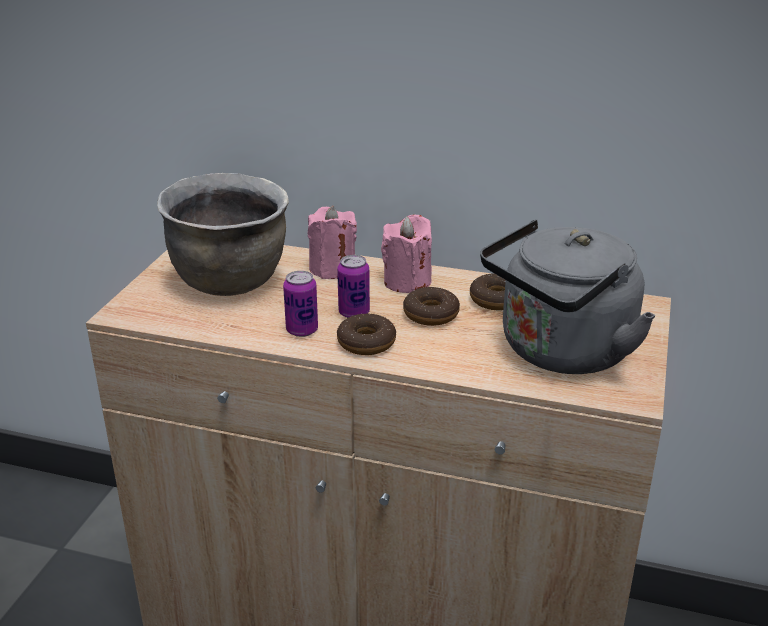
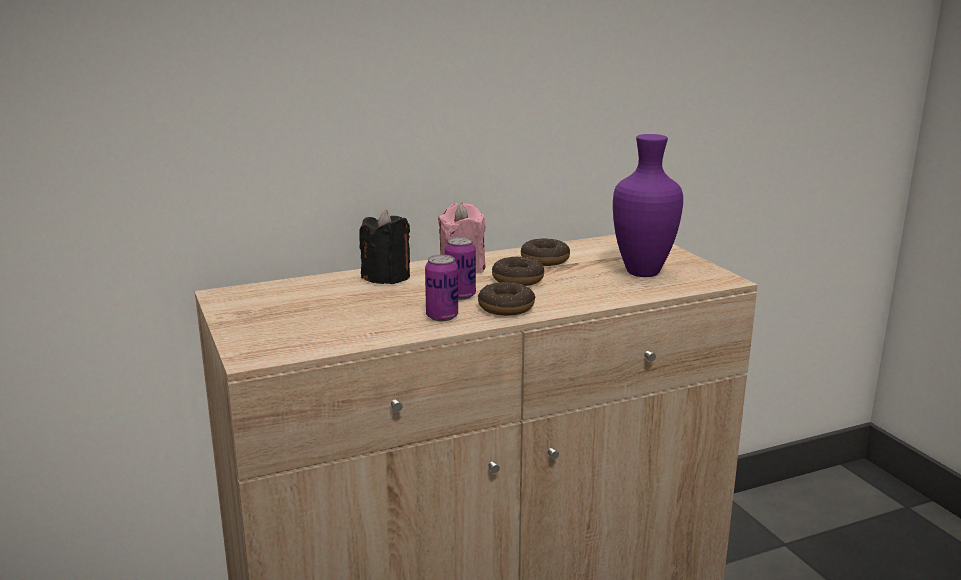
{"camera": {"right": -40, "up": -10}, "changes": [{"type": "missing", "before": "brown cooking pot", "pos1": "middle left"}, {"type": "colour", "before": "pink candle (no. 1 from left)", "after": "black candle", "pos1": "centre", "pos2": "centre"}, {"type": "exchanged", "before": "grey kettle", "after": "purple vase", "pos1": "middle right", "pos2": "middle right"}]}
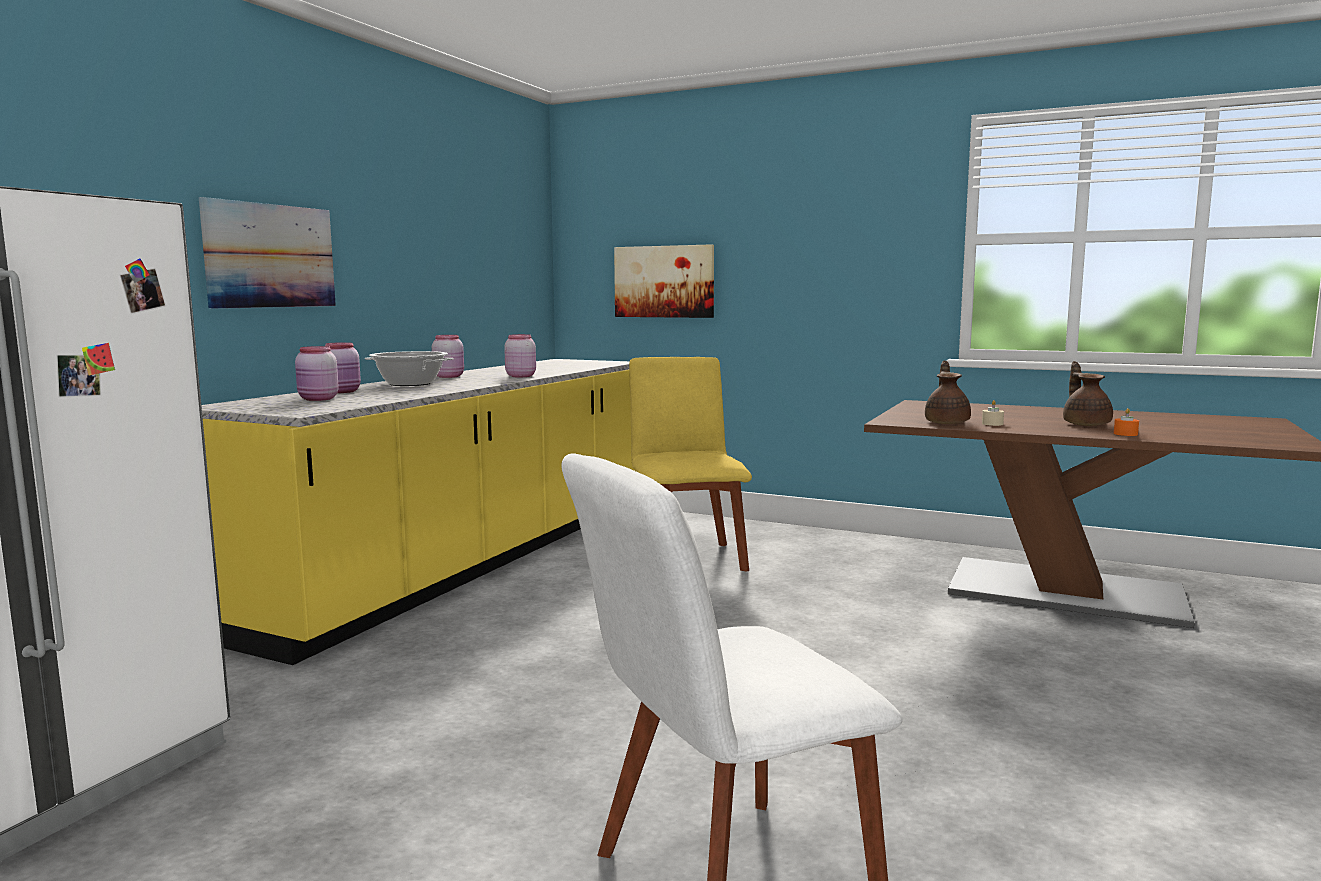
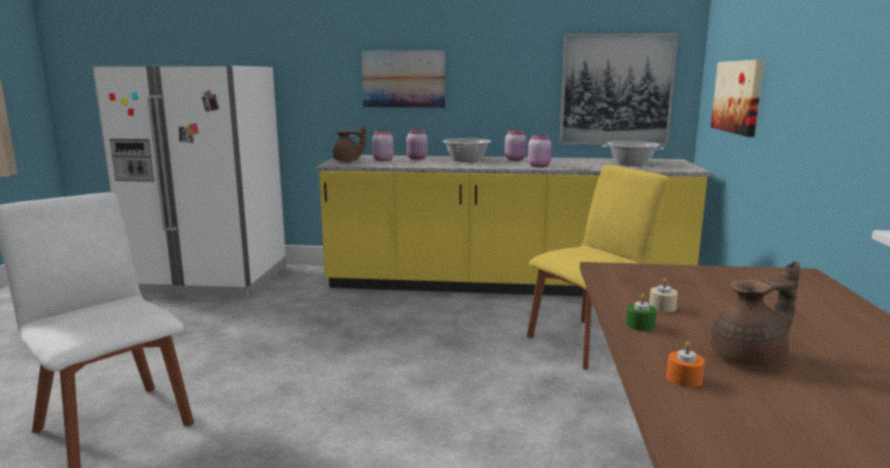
{"camera": {"right": 70, "up": 5}, "changes": [{"type": "relocated", "before": "brown teapot (no. 1 from left)", "pos1": "middle right", "pos2": "top centre"}, {"type": "appeared", "after": "picture (no. 2 from left)", "pos2": "top right"}, {"type": "appeared", "after": "cooking pot (no. 2 from left)", "pos2": "top right"}, {"type": "appeared", "after": "green candle", "pos2": "bottom right"}]}
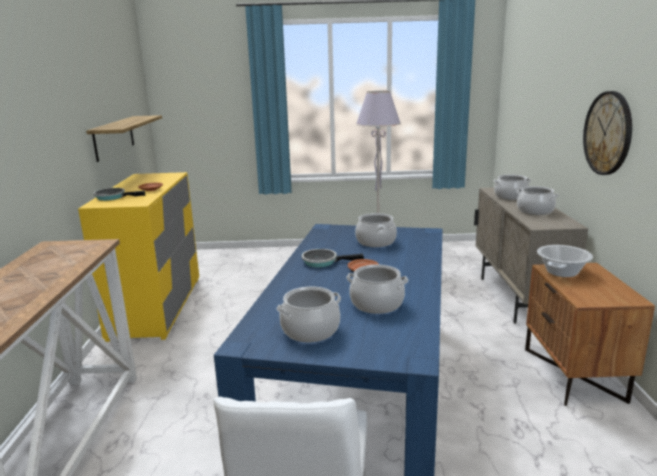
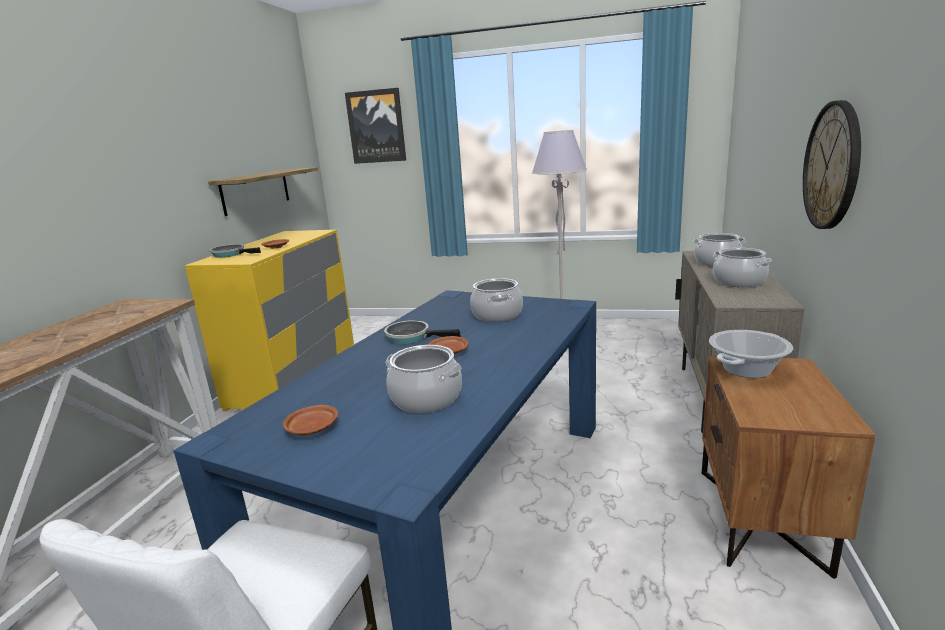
{"camera": {"right": 15, "up": 0}, "changes": [{"type": "exchanged", "before": "cooking pot (no. 1 from left)", "after": "brown plate (no. 2 from left)", "pos1": "centre", "pos2": "bottom left"}, {"type": "appeared", "after": "picture", "pos2": "top centre"}]}
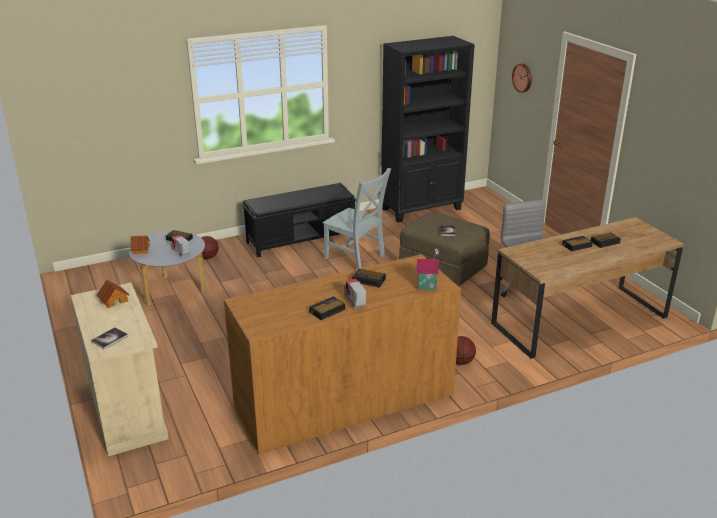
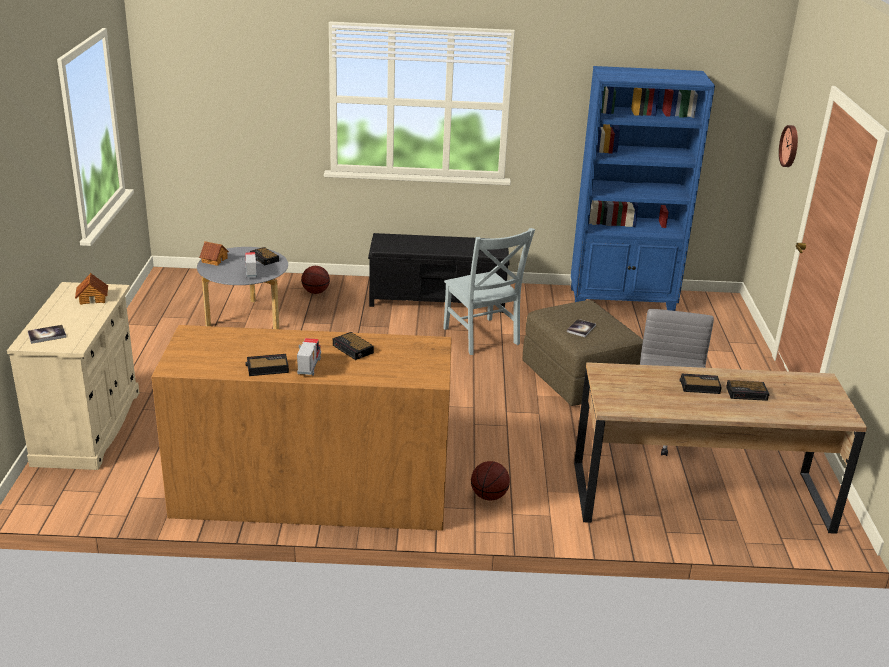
{"camera": {"right": 25, "up": 0}, "changes": [{"type": "colour", "before": "black bookcase", "after": "blue bookcase", "pos1": "top centre", "pos2": "top right"}, {"type": "missing", "before": "toy house (no. 3 from left)", "pos1": "centre"}]}
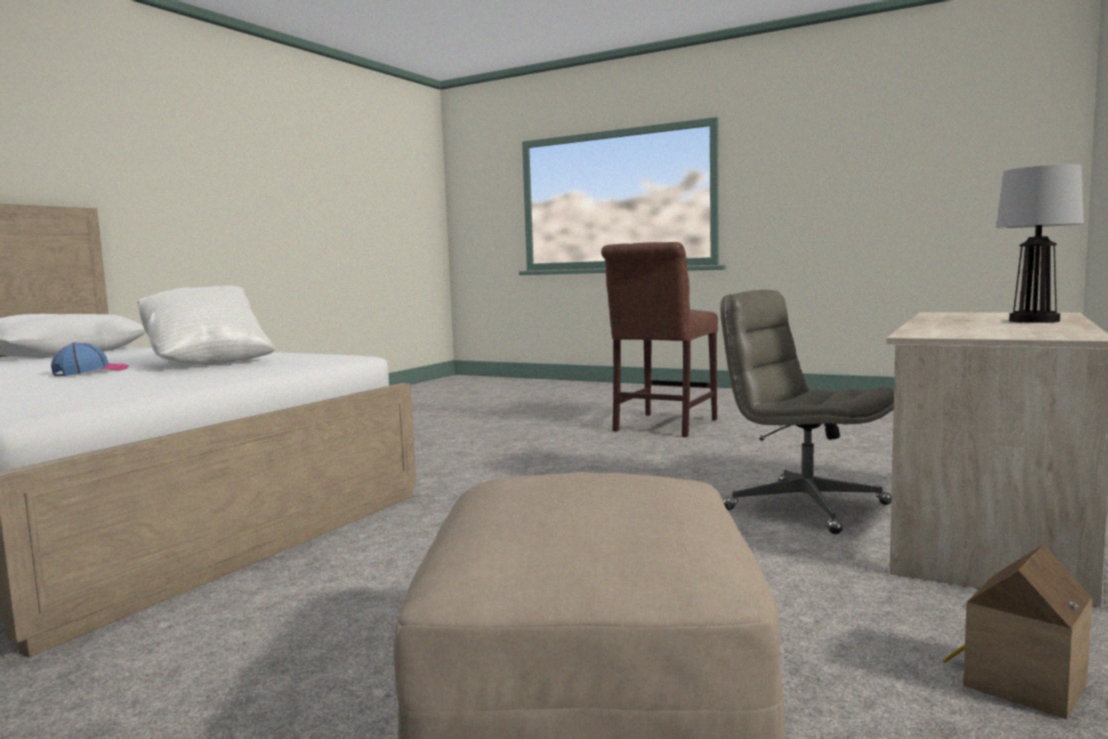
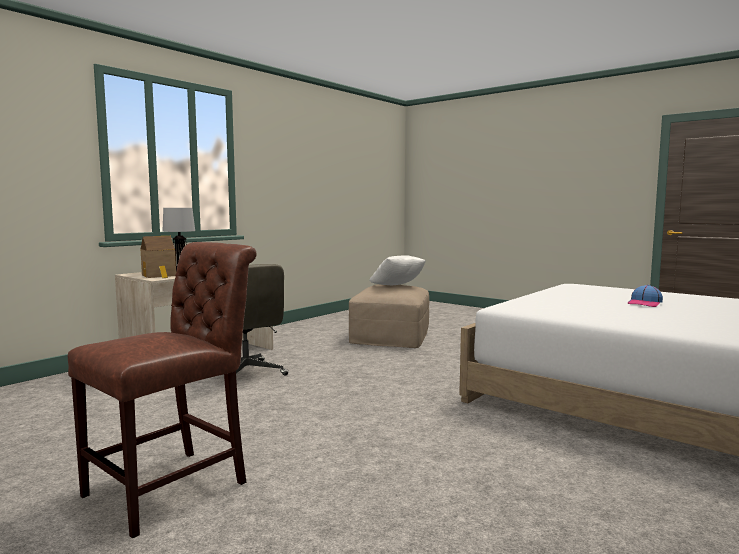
{"camera": {"right": -170, "up": 0}, "changes": [{"type": "relocated", "before": "white pillow", "pos1": "middle left", "pos2": "centre"}, {"type": "relocated", "before": "toy house", "pos1": "bottom right", "pos2": "middle left"}]}
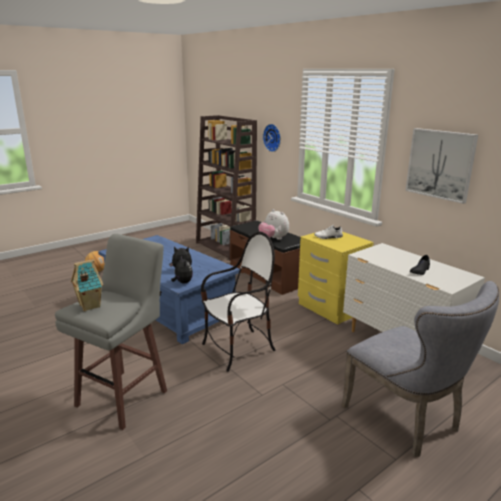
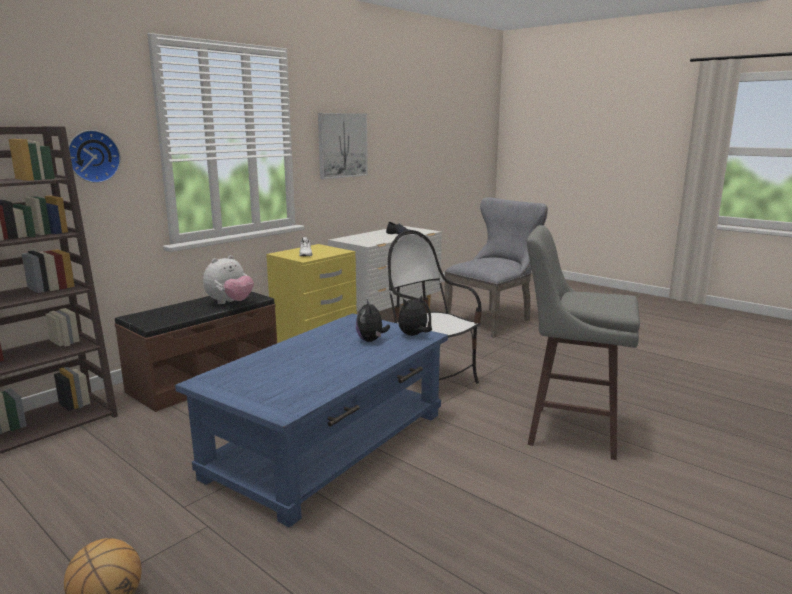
{"camera": {"right": -100, "up": -5}, "changes": [{"type": "missing", "before": "toy house", "pos1": "middle left"}]}
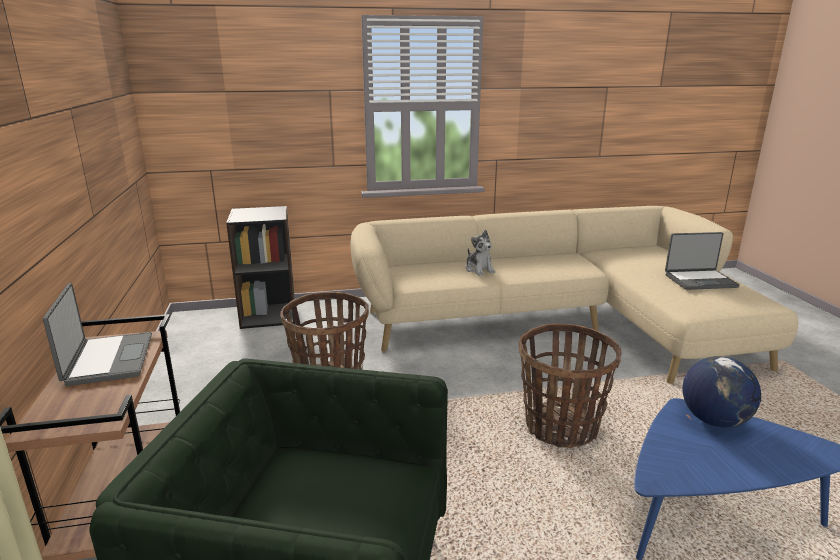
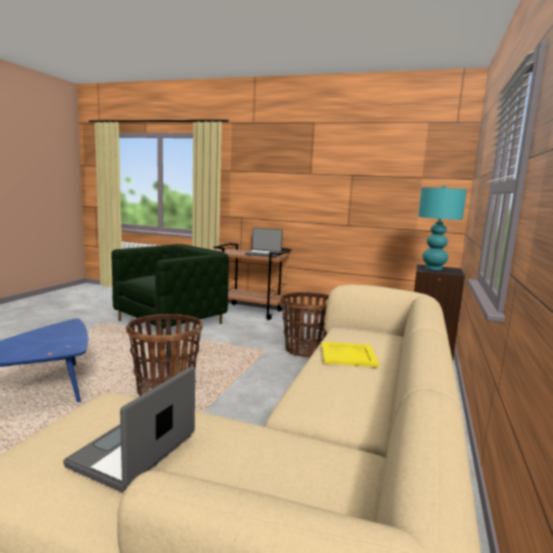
{"camera": {"right": 120, "up": -10}, "changes": [{"type": "exchanged", "before": "plush toy", "after": "yellow tray", "pos1": "centre", "pos2": "centre"}, {"type": "missing", "before": "globe", "pos1": "bottom right"}, {"type": "appeared", "after": "turquoise table lamp", "pos2": "middle right"}]}
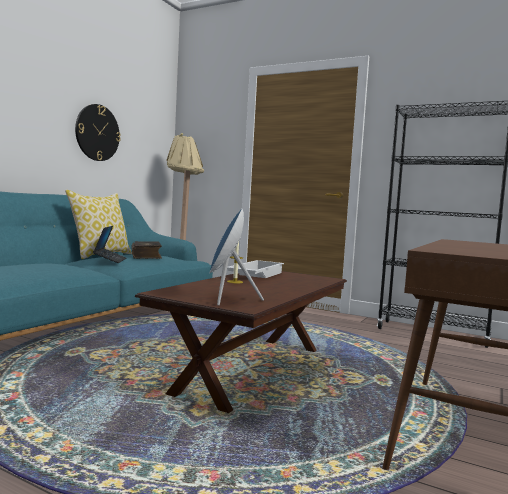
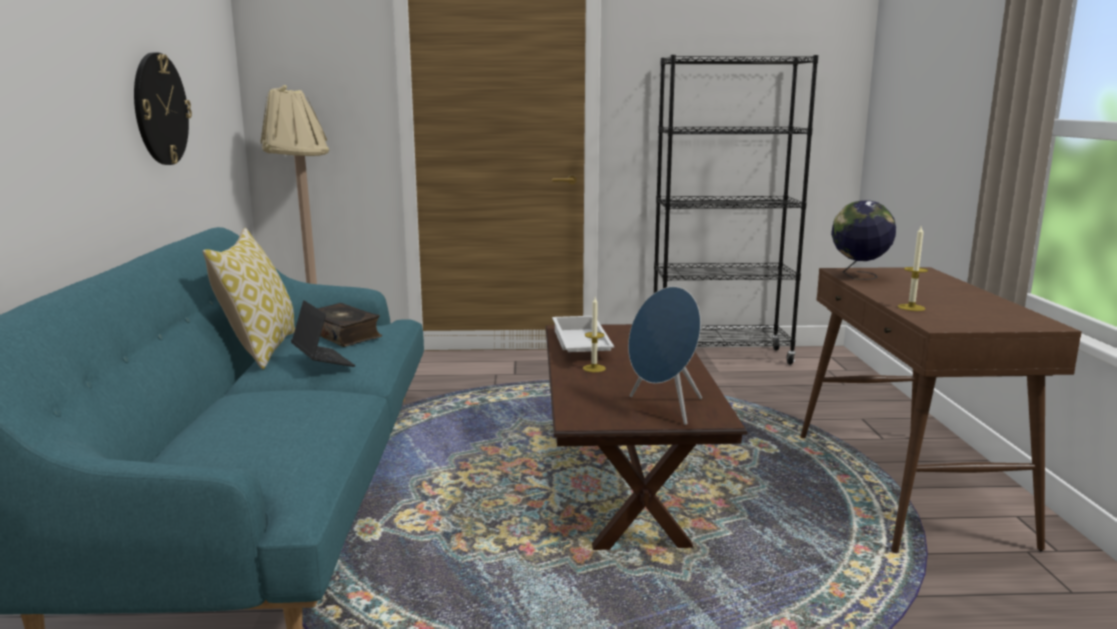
{"camera": {"right": -30, "up": 10}, "changes": [{"type": "appeared", "after": "globe", "pos2": "middle right"}, {"type": "appeared", "after": "candle (no. 2 from left)", "pos2": "middle right"}]}
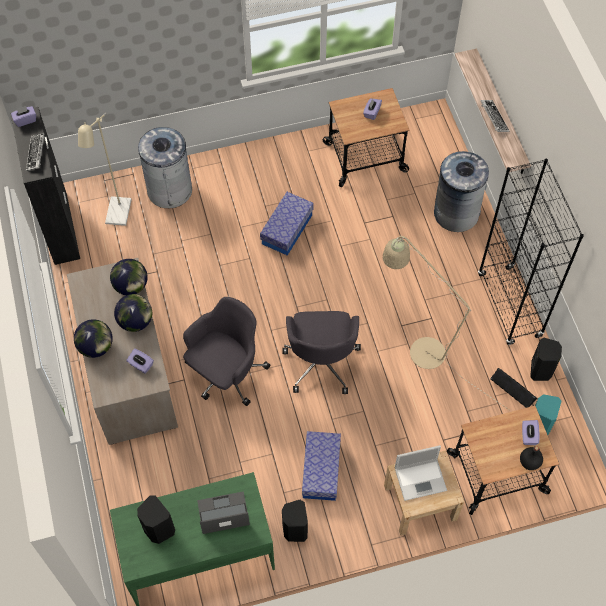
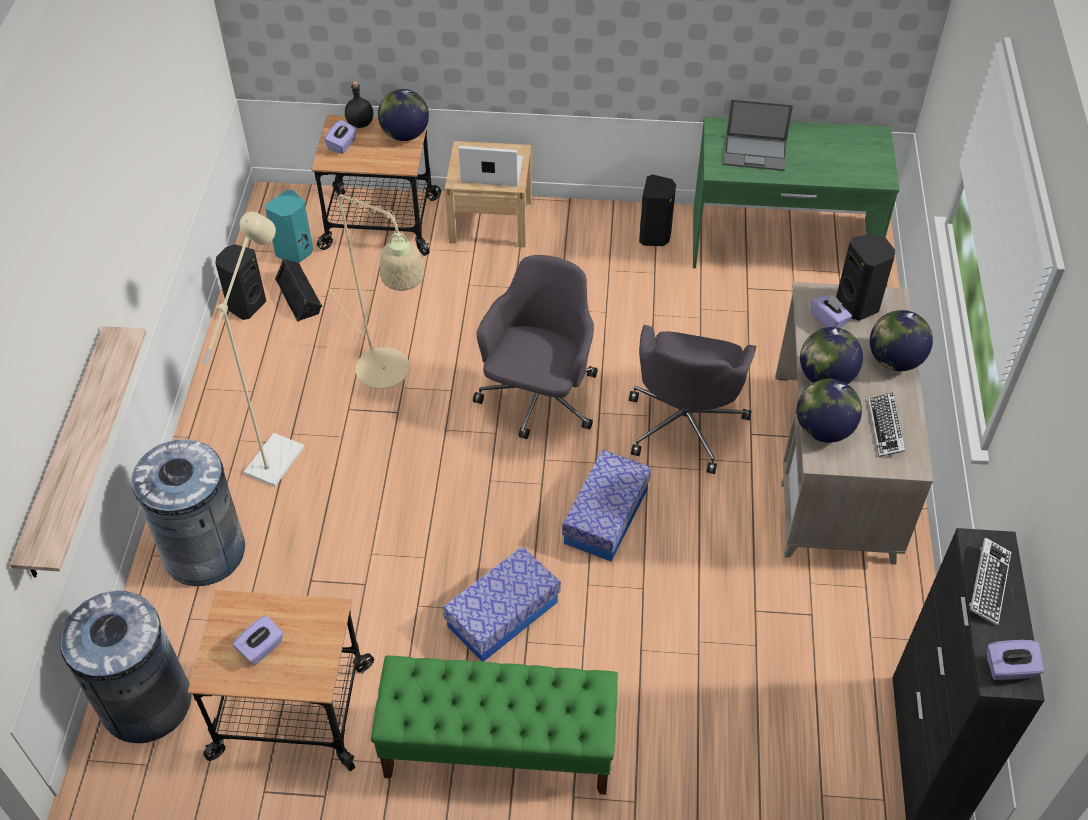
{"camera": {"right": -160, "up": -10}, "changes": [{"type": "relocated", "before": "beige floor lamp (no. 1 from left)", "pos1": "top left", "pos2": "middle left"}, {"type": "relocated", "before": "black speaker (no. 1 from left in the first image)", "after": "black speaker (no. 4 from left)", "pos1": "bottom left", "pos2": "middle right"}, {"type": "relocated", "before": "grey trash can (no. 1 from left)", "pos1": "top left", "pos2": "bottom left"}, {"type": "spun", "before": "grey office chair (no. 1 from left in the first image)", "pos1": "centre", "pos2": "centre", "turn": -45}, {"type": "relocated", "before": "storage box (no. 2 from left)", "pos1": "bottom centre", "pos2": "centre"}, {"type": "missing", "before": "black bookcase", "pos1": "middle right"}, {"type": "relocated", "before": "keyboard (no. 2 from left in the first image)", "after": "keyboard (no. 1 from left)", "pos1": "top right", "pos2": "middle right"}, {"type": "appeared", "after": "green bench", "pos2": "bottom centre"}, {"type": "appeared", "after": "globe (no. 1 from left)", "pos2": "top centre"}]}
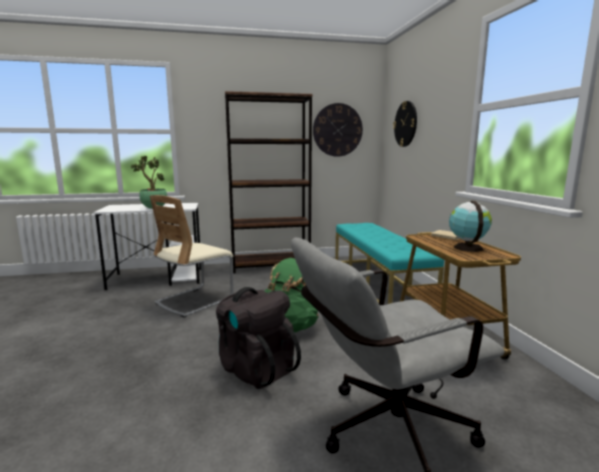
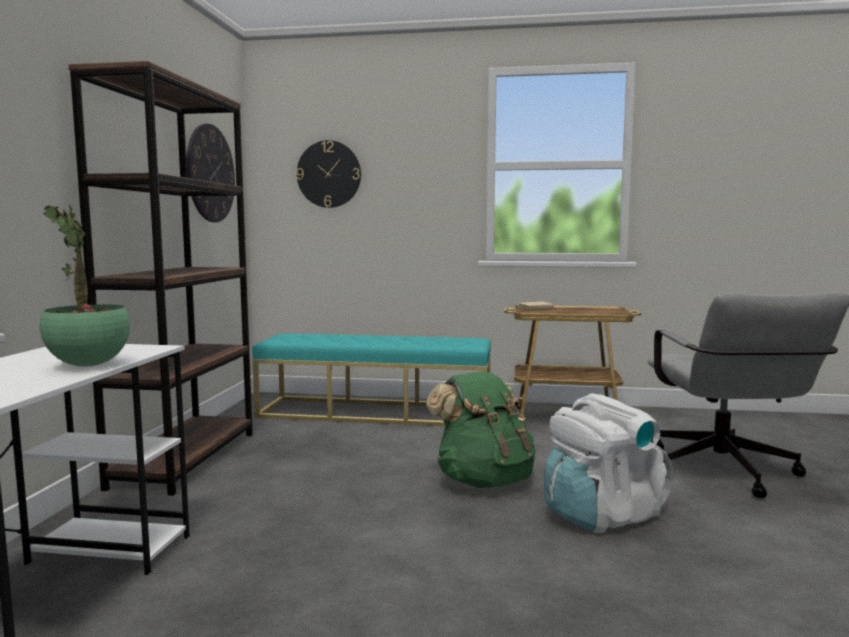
{"camera": {"right": -70, "up": -5}, "changes": [{"type": "missing", "before": "beige chair", "pos1": "middle left"}, {"type": "colour", "before": "black backpack", "after": "white backpack", "pos1": "bottom centre", "pos2": "bottom right"}, {"type": "missing", "before": "globe", "pos1": "middle right"}]}
